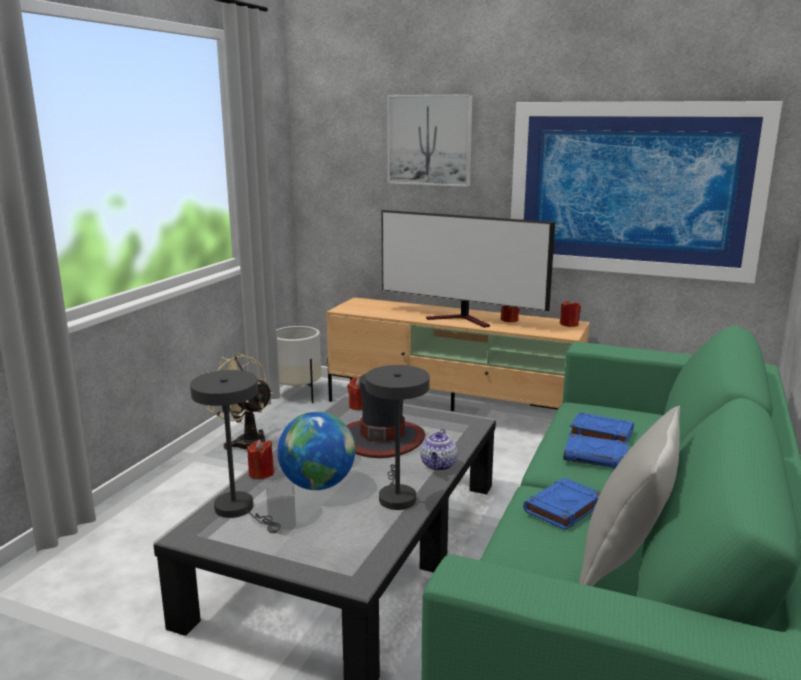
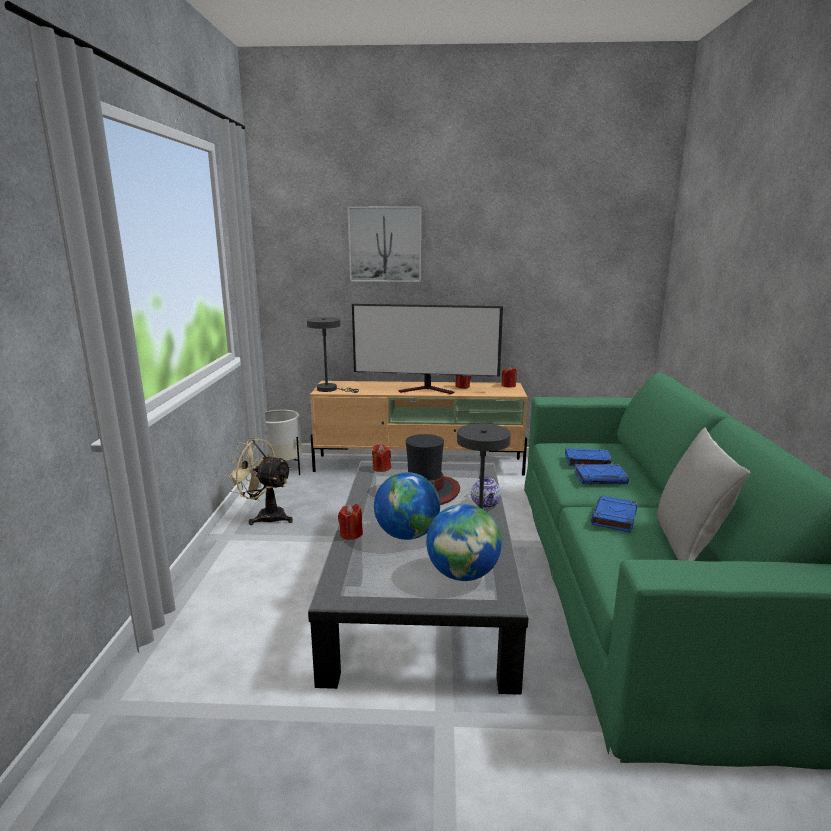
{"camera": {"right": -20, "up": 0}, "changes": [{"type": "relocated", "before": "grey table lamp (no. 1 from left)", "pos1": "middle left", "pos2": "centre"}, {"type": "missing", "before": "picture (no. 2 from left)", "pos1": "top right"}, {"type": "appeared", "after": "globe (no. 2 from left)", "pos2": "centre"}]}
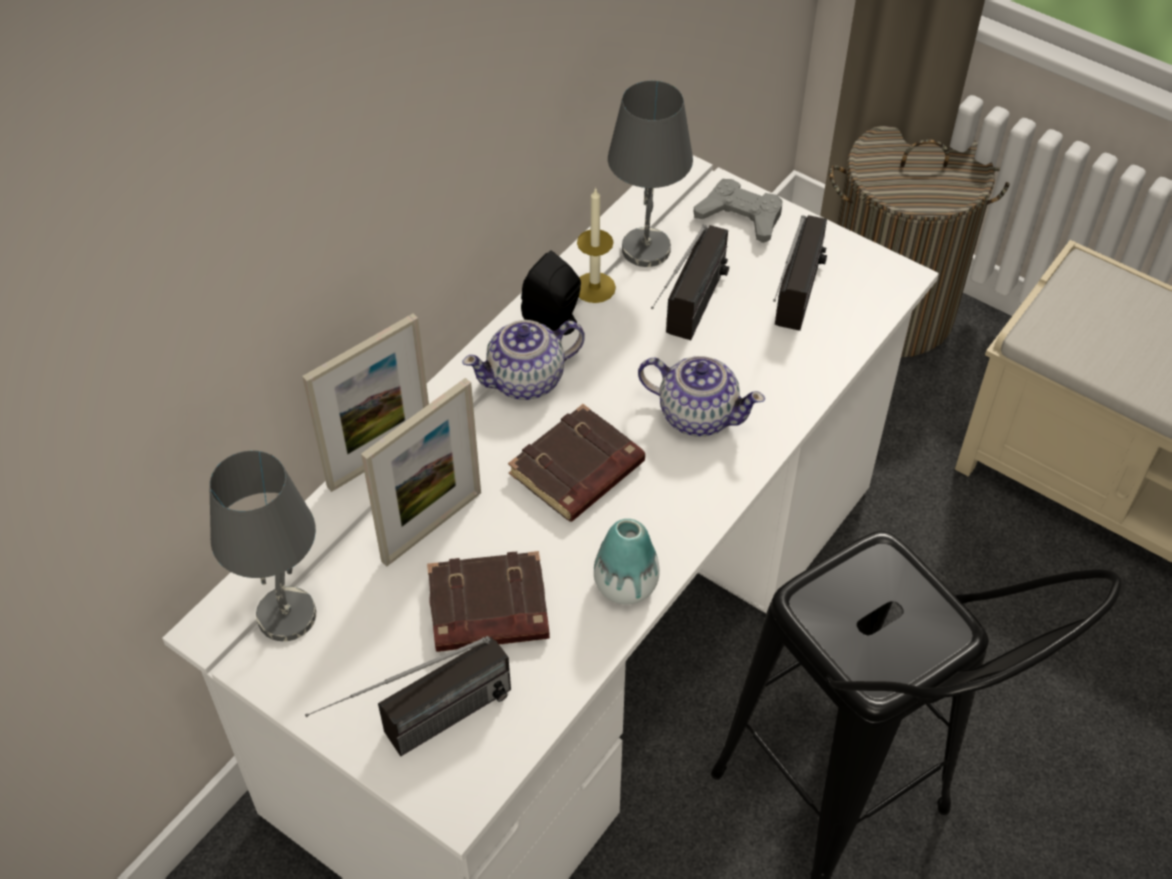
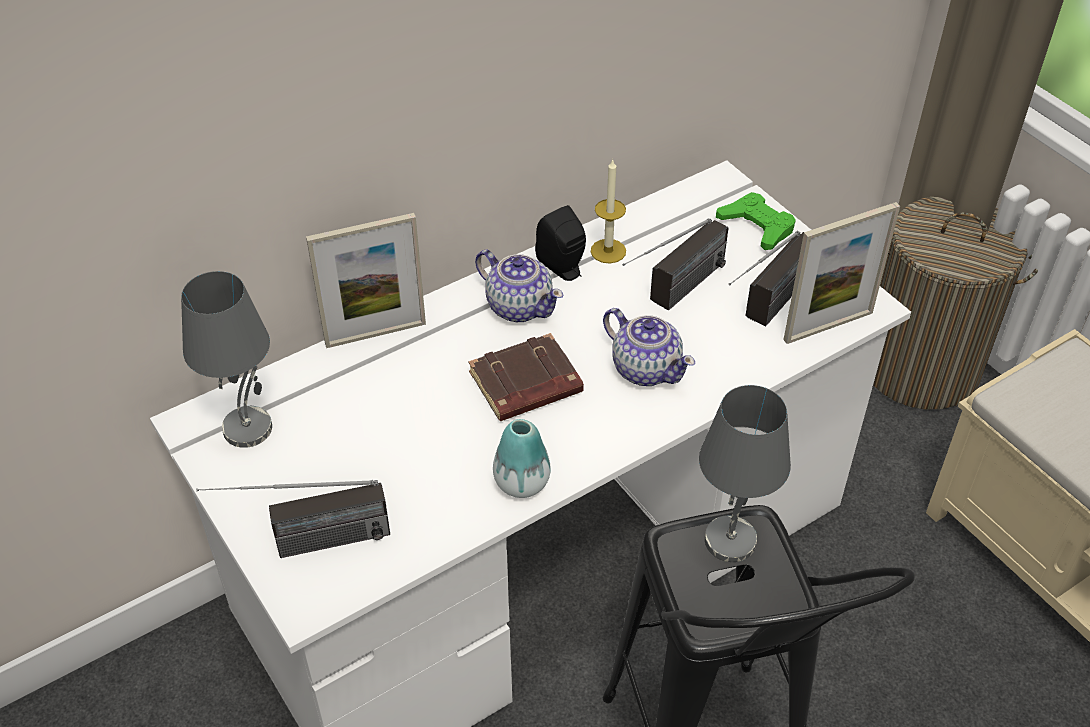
{"camera": {"right": 20, "up": -5}, "changes": [{"type": "relocated", "before": "picture frame (no. 2 from left)", "pos1": "centre", "pos2": "middle right"}, {"type": "missing", "before": "brown book (no. 1 from left)", "pos1": "bottom centre"}, {"type": "spun", "before": "teapot (no. 1 from left)", "pos1": "centre", "pos2": "centre", "turn": -135}, {"type": "relocated", "before": "grey table lamp (no. 2 from left)", "pos1": "top centre", "pos2": "middle right"}, {"type": "colour", "before": "grey game controller", "after": "green game controller", "pos1": "top centre", "pos2": "top right"}]}
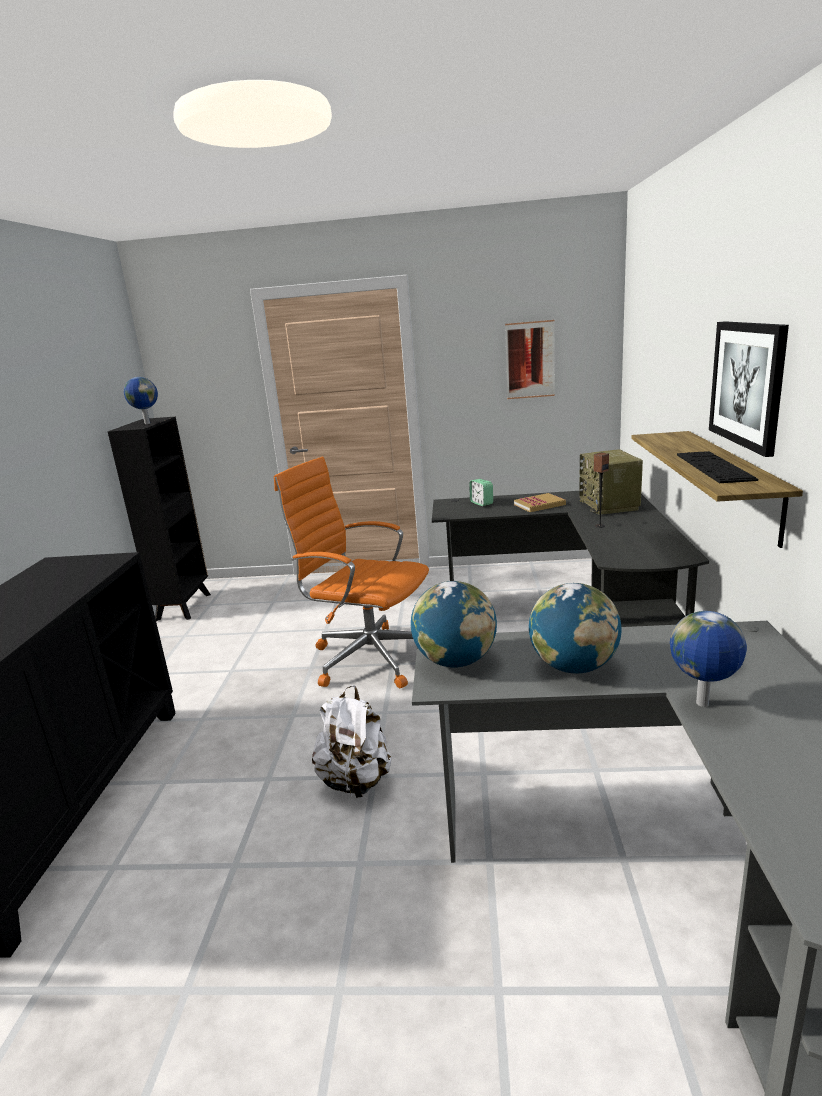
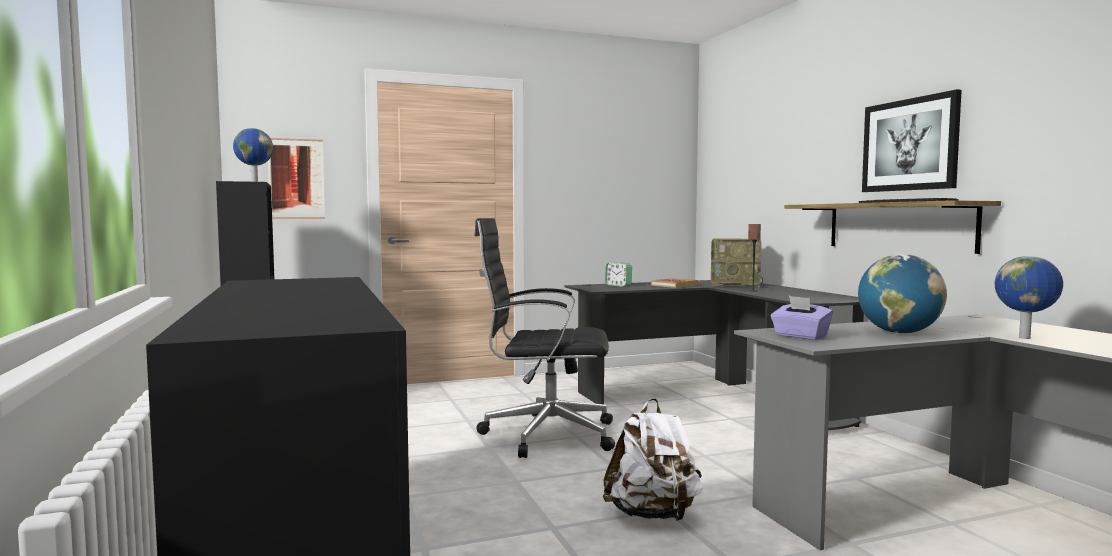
{"camera": {"right": -25, "up": -15}, "changes": [{"type": "colour", "before": "orange office chair", "after": "black office chair", "pos1": "centre", "pos2": "centre"}, {"type": "exchanged", "before": "globe (no. 2 from left)", "after": "purple tissue box", "pos1": "centre", "pos2": "middle right"}, {"type": "relocated", "before": "picture (no. 1 from left)", "pos1": "top centre", "pos2": "top left"}, {"type": "spun", "before": "radio", "pos1": "middle right", "pos2": "centre", "turn": -45}]}
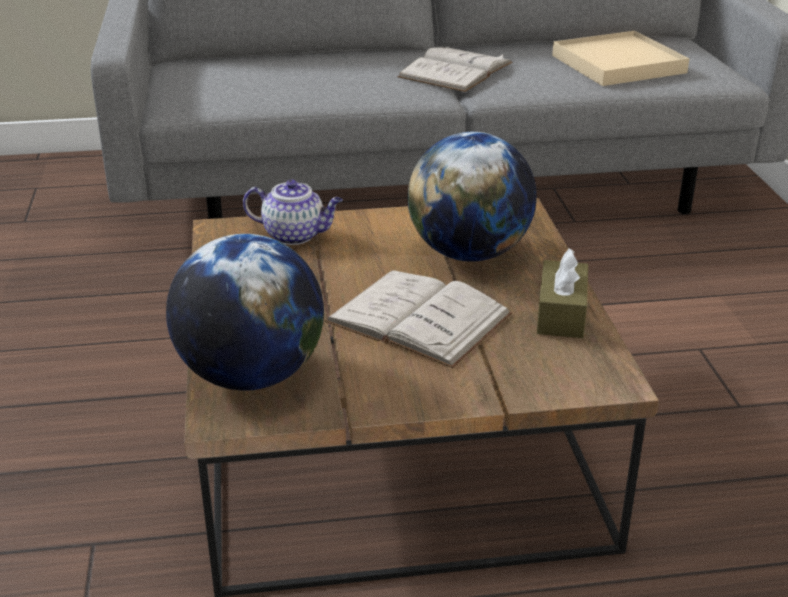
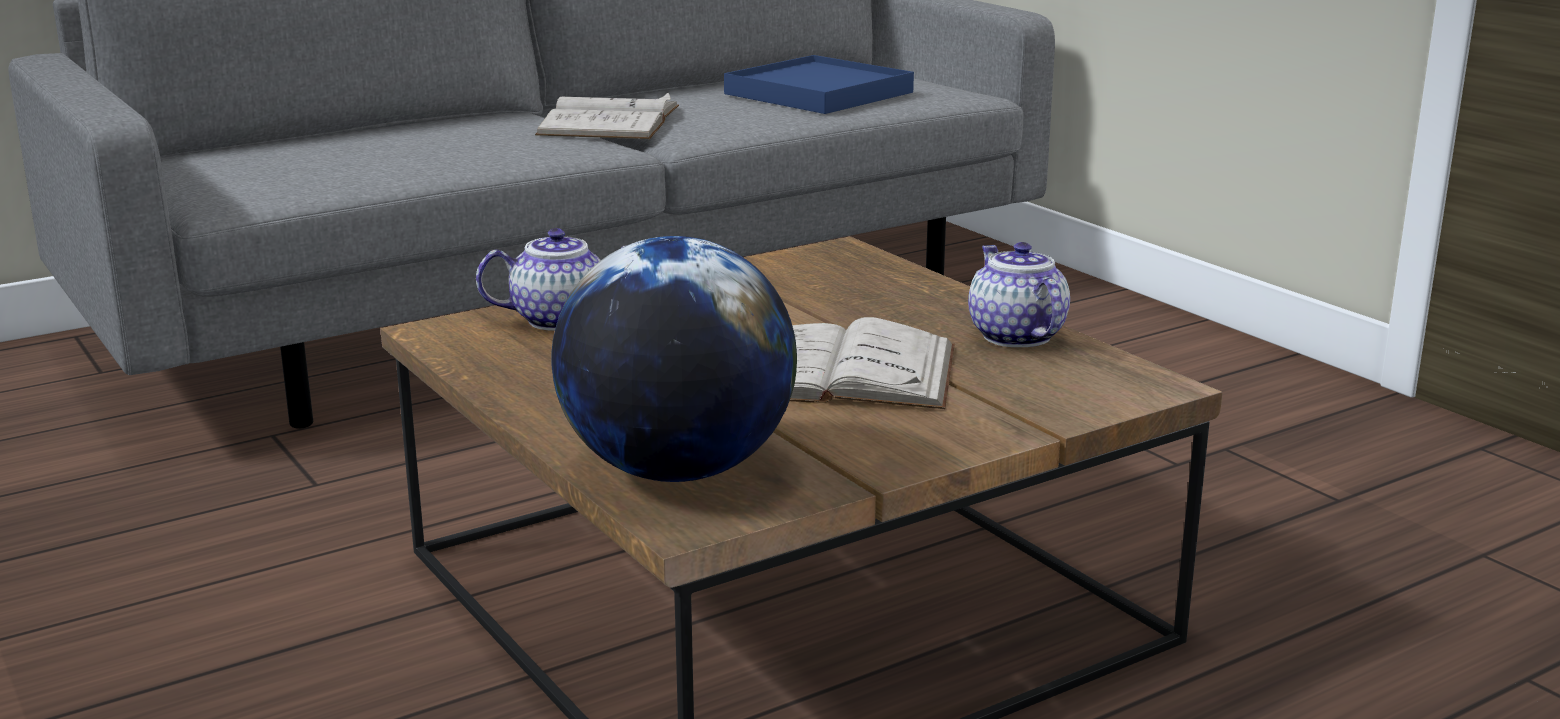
{"camera": {"right": -25, "up": -10}, "changes": [{"type": "missing", "before": "globe (no. 2 from left)", "pos1": "top centre"}, {"type": "exchanged", "before": "brown tissue box", "after": "teapot (no. 2 from left)", "pos1": "middle right", "pos2": "centre"}, {"type": "colour", "before": "beige tray", "after": "blue tray", "pos1": "top right", "pos2": "top centre"}]}
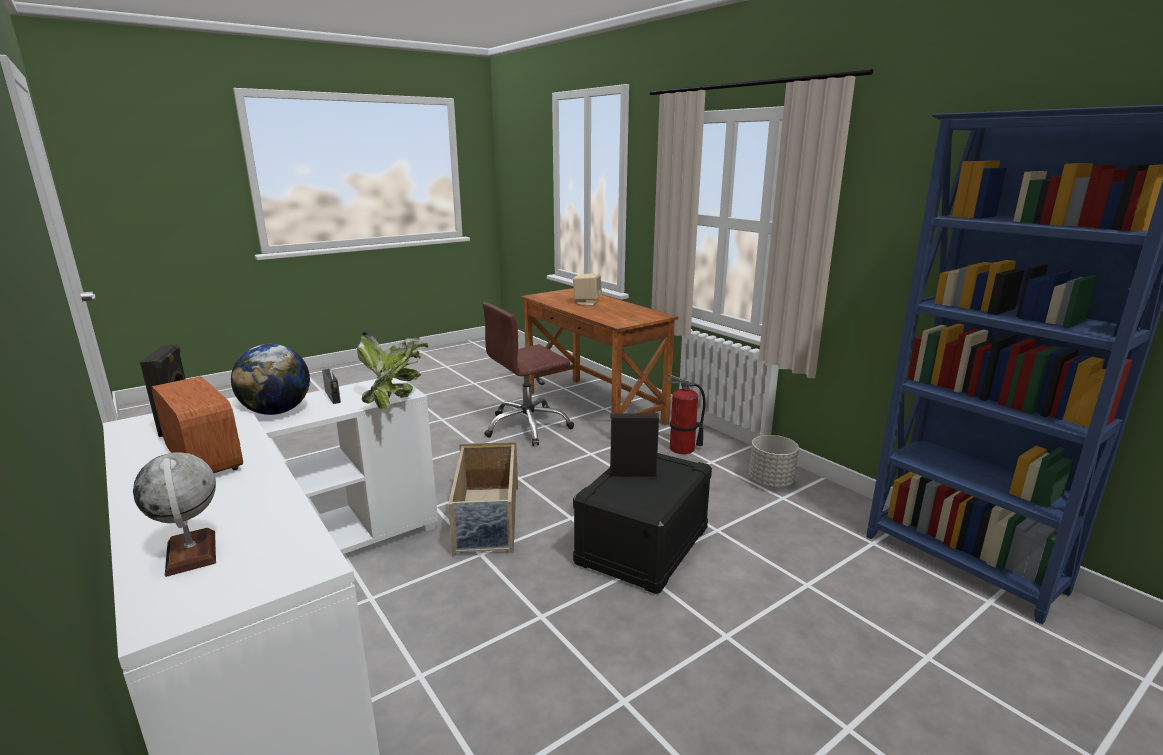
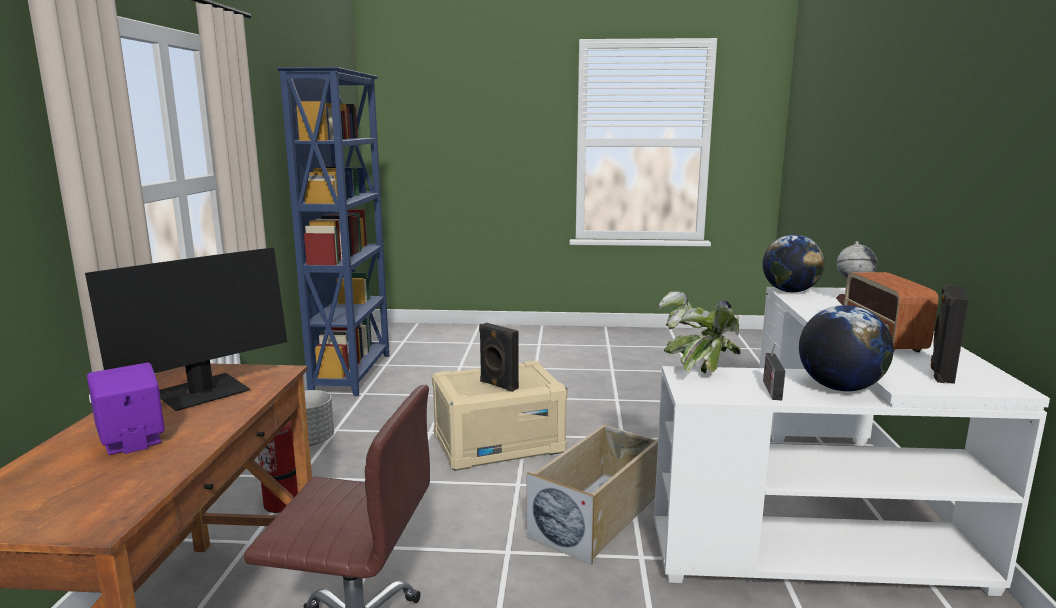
{"camera": {"right": -140, "up": -5}, "changes": [{"type": "colour", "before": "beige speaker", "after": "purple speaker", "pos1": "centre", "pos2": "bottom left"}, {"type": "colour", "before": "black storage box", "after": "beige storage box (no. 1 from left)", "pos1": "bottom centre", "pos2": "bottom centre"}, {"type": "appeared", "after": "monitor", "pos2": "middle left"}, {"type": "appeared", "after": "globe (no. 1 from left)", "pos2": "middle right"}]}
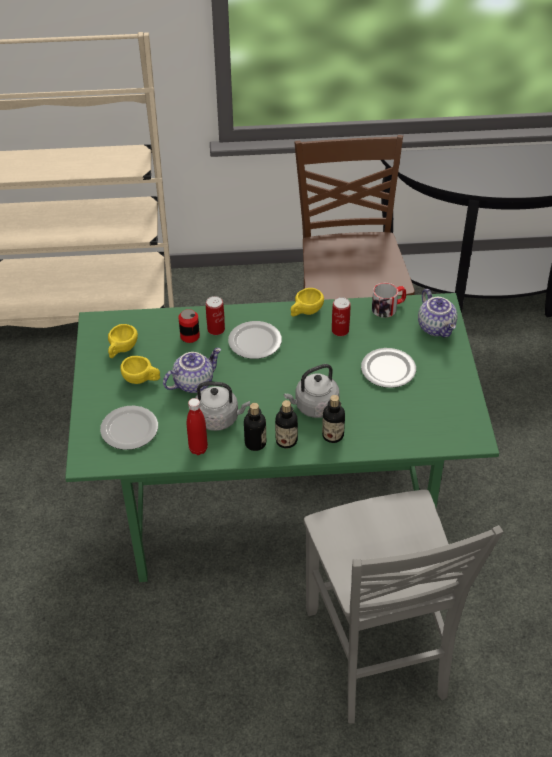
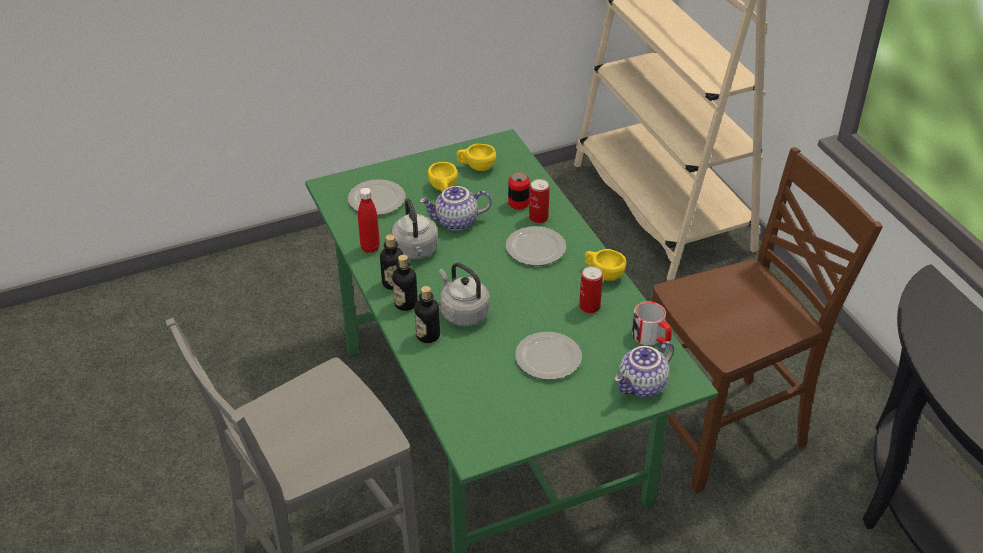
{"camera": {"right": 70, "up": -5}, "changes": [{"type": "spun", "before": "teapot (no. 1 from left)", "pos1": "centre", "pos2": "centre", "turn": 135}]}
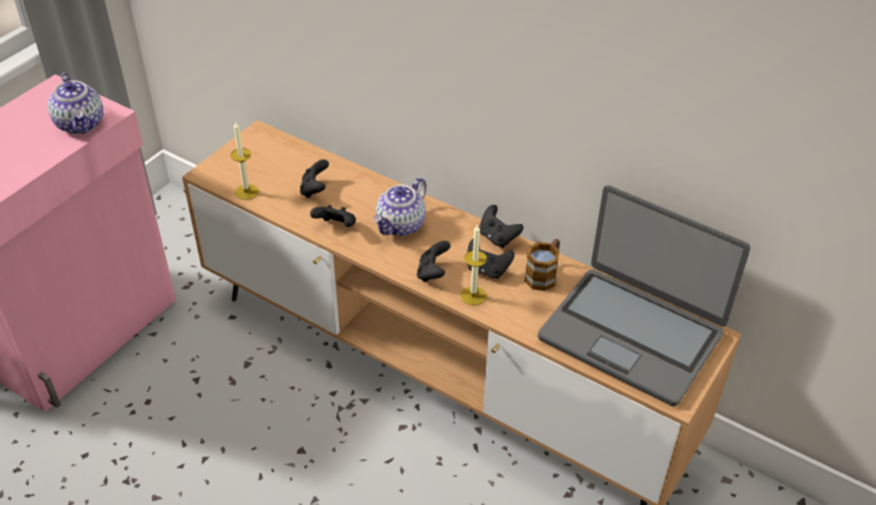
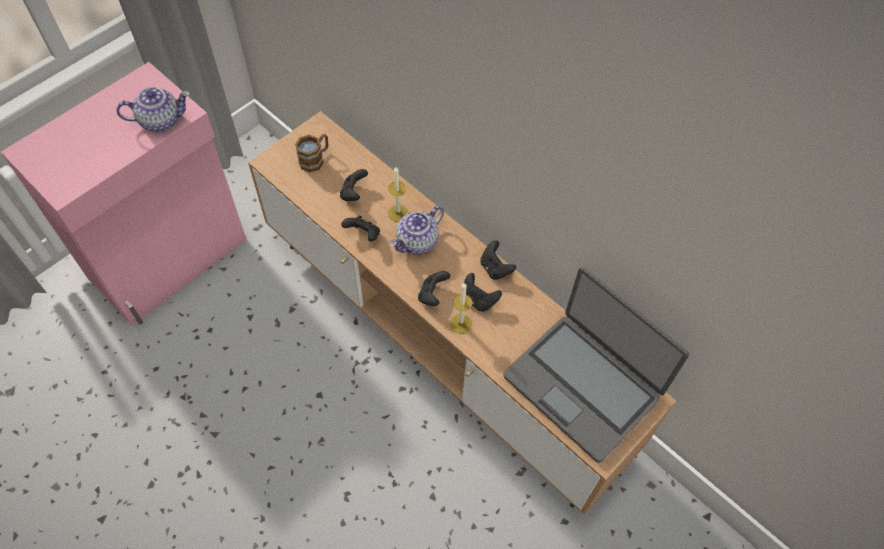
{"camera": {"right": 10, "up": 15}, "changes": [{"type": "spun", "before": "teapot (no. 1 from left)", "pos1": "top left", "pos2": "top left", "turn": -90}, {"type": "relocated", "before": "candle (no. 1 from left)", "pos1": "top left", "pos2": "centre"}, {"type": "relocated", "before": "mug", "pos1": "centre", "pos2": "top centre"}]}
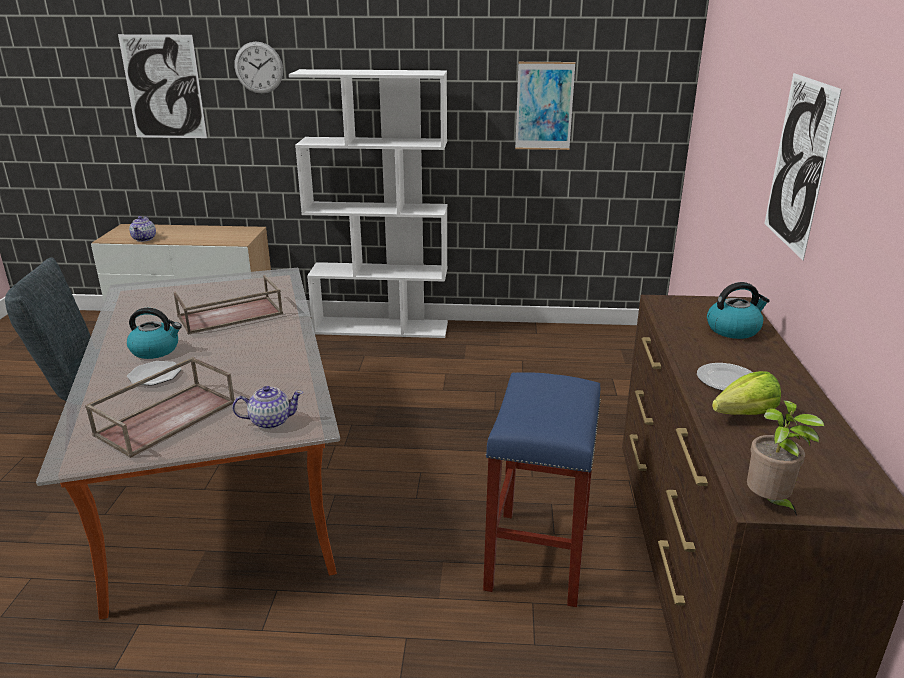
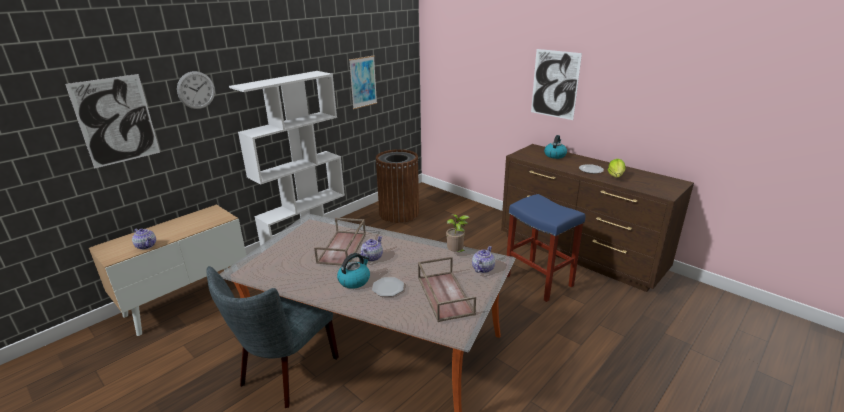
{"camera": {"right": -50, "up": 0}, "changes": [{"type": "relocated", "before": "potted plant", "pos1": "bottom right", "pos2": "centre"}, {"type": "appeared", "after": "teapot (no. 2 from left)", "pos2": "centre"}, {"type": "appeared", "after": "brown trash can", "pos2": "centre"}]}
